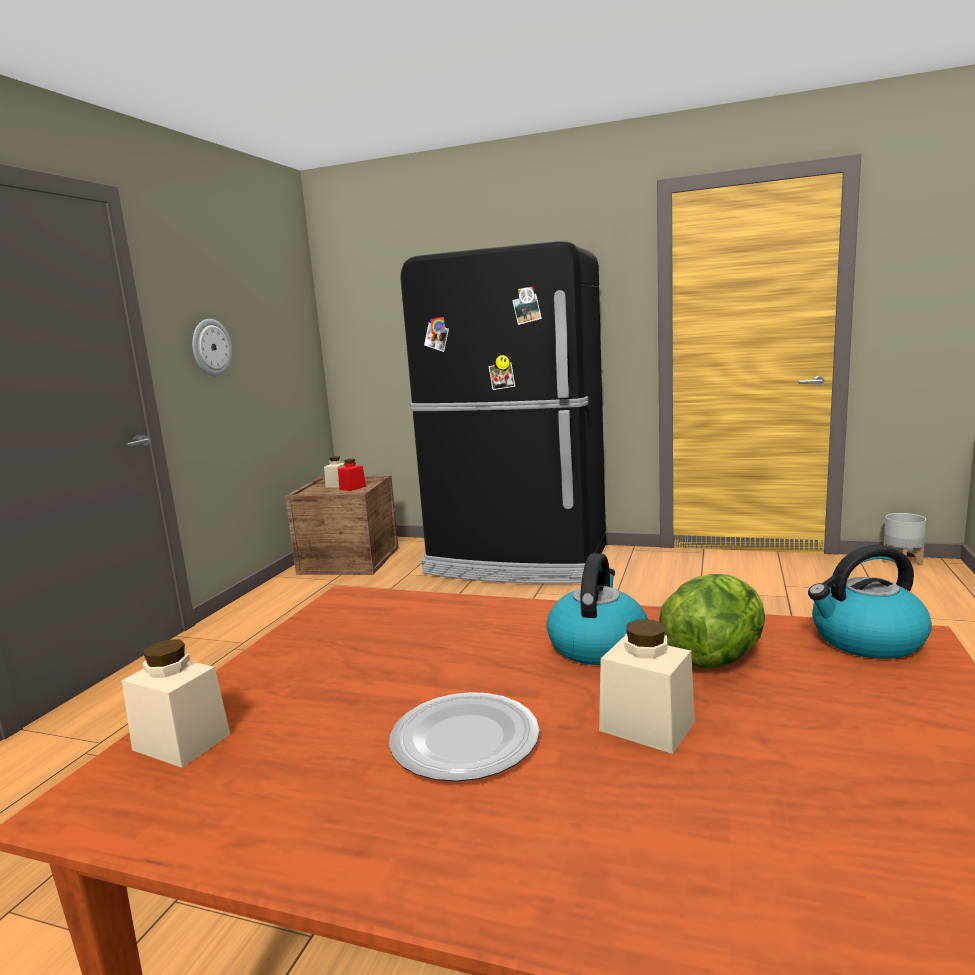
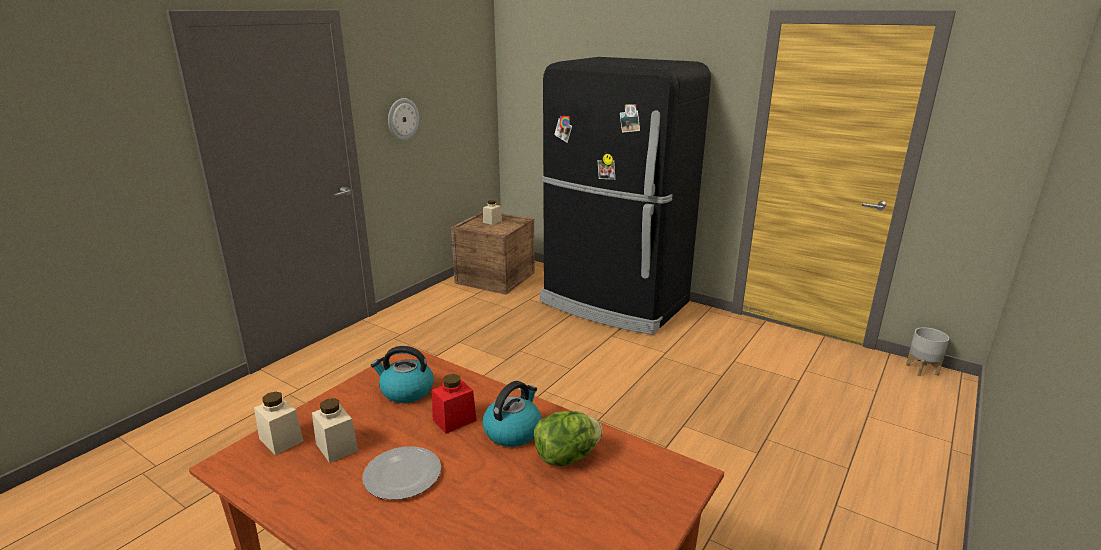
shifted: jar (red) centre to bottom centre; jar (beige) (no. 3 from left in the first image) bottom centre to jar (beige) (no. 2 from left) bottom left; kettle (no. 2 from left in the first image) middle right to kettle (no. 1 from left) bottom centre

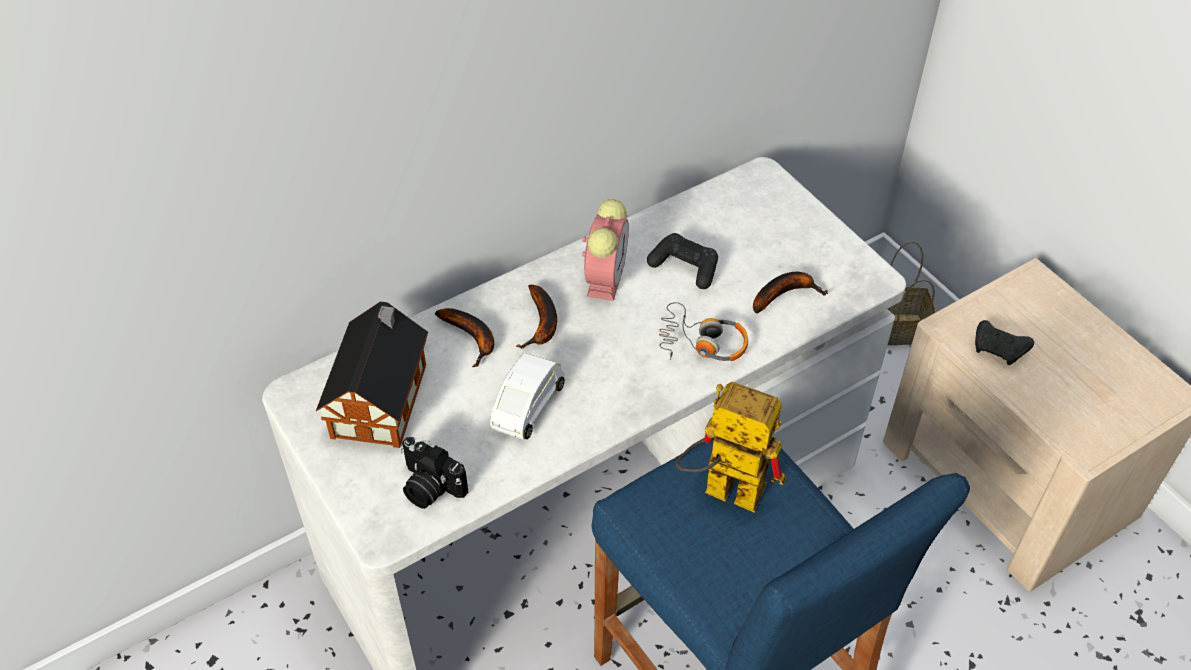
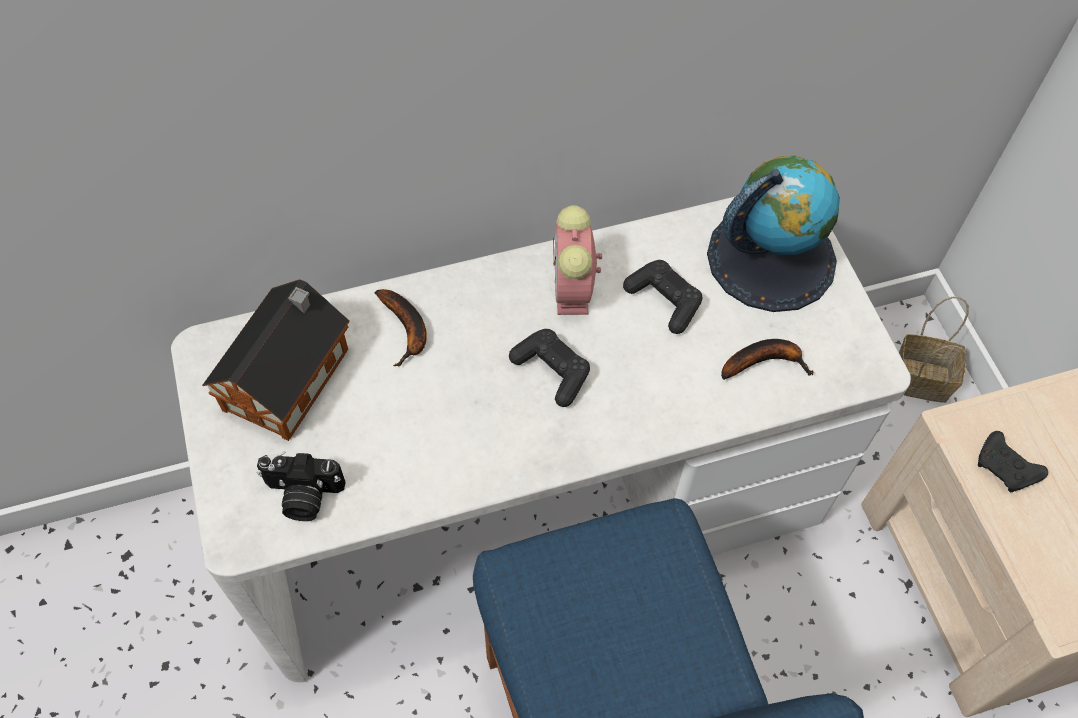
gone: toy car (white) centre; banana (no. 2 from left) centre; headphones centre; toy robot bottom centre
new: game controller (black) (no. 1 from left) centre; globe top right
rotated: photo camera bottom centre = bottom left 45 degrees counterclockwise; alarm clock centre = centre 150 degrees clockwise

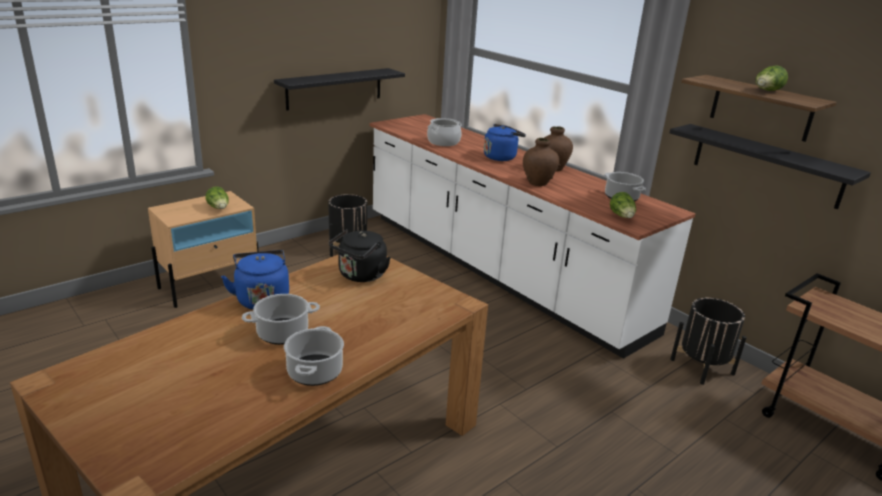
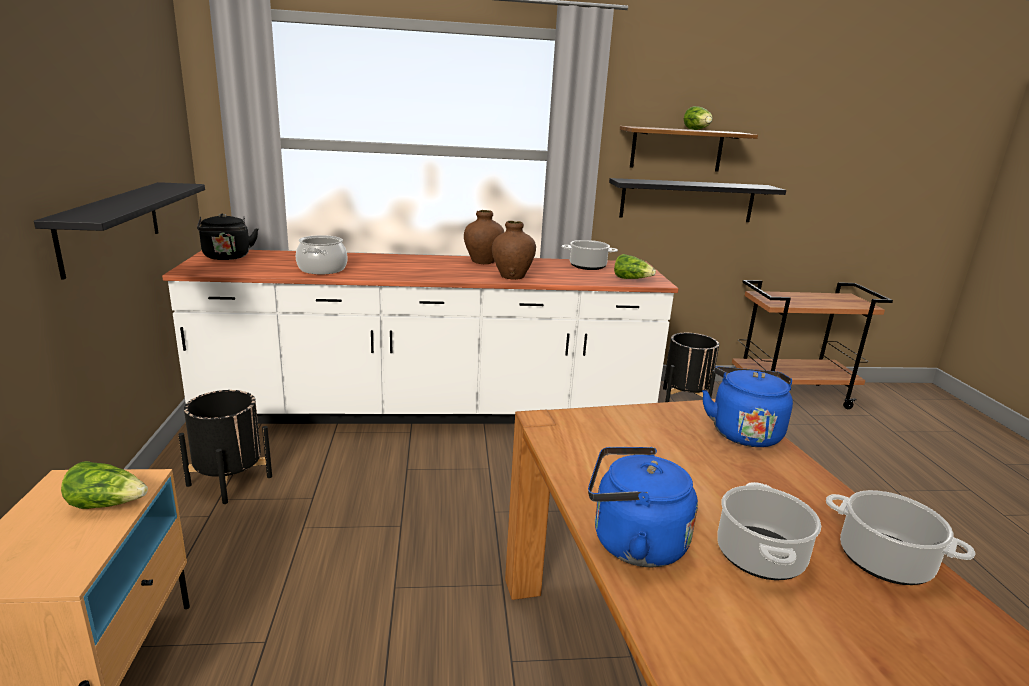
shifted: kettle (black) centre to middle left; kettle (blue) (no. 2 from left) top centre to middle right

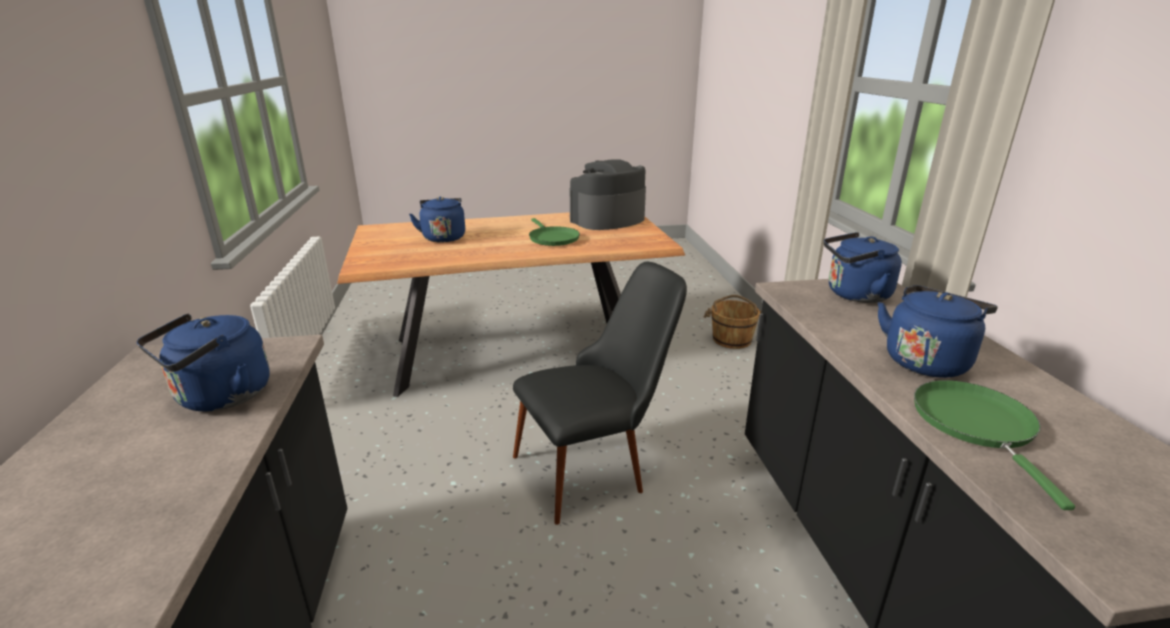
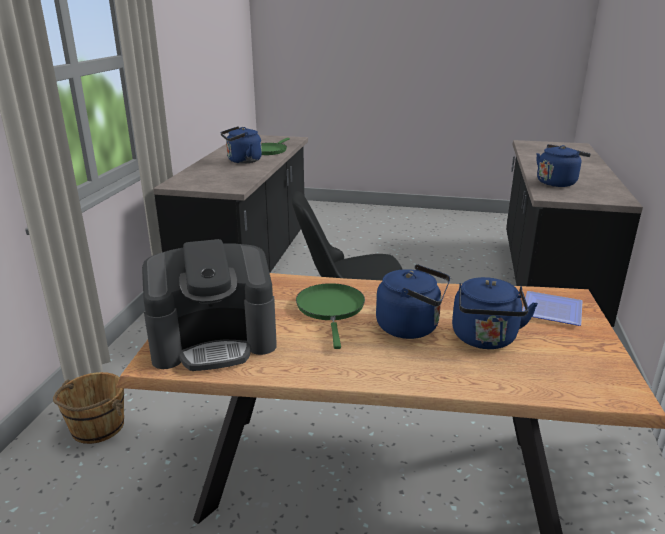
new: plate middle right
shifted: kettle (blue) (no. 3 from left in the first image) middle right to kettle (blue) (no. 2 from left) centre

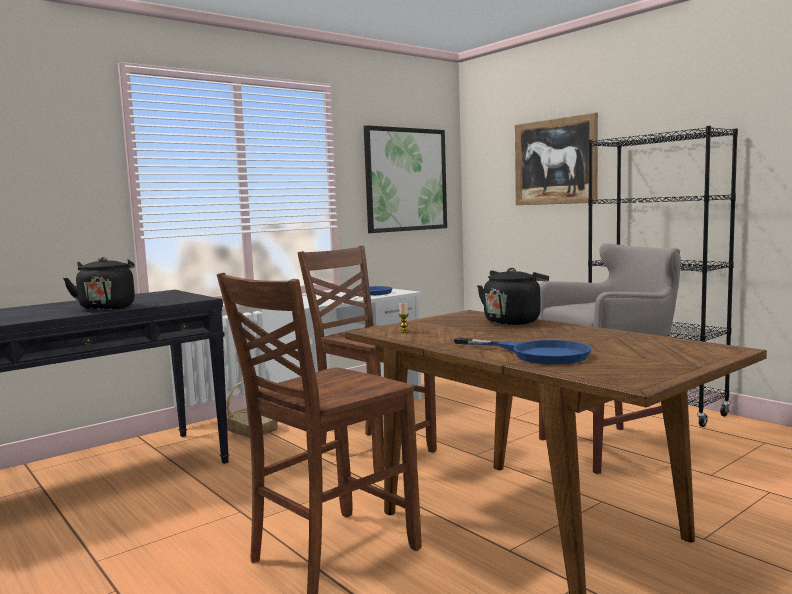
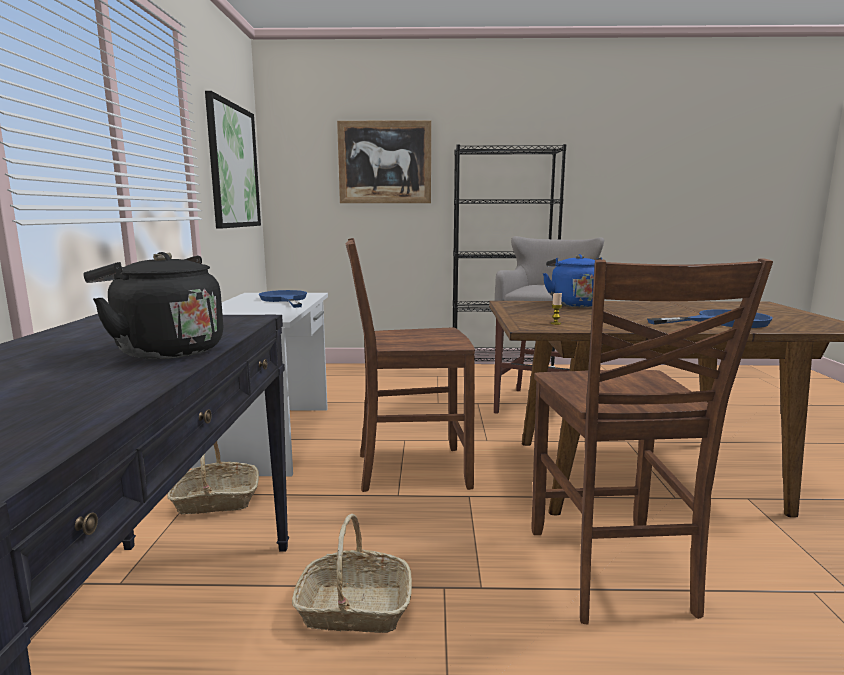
new: basket (no. 2 from left) bottom centre
repainted: kettle (black) (no. 2 from left) centre to kettle (blue) middle right

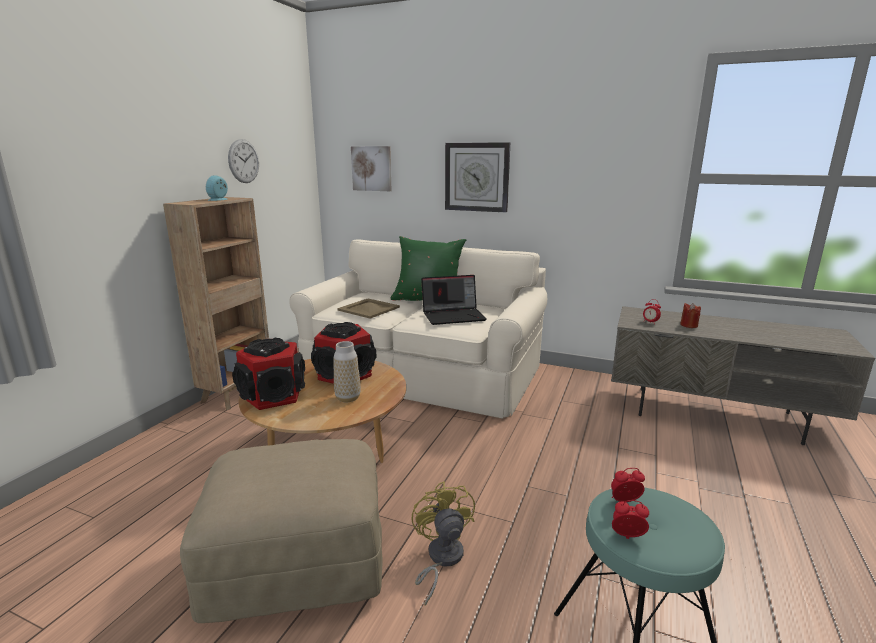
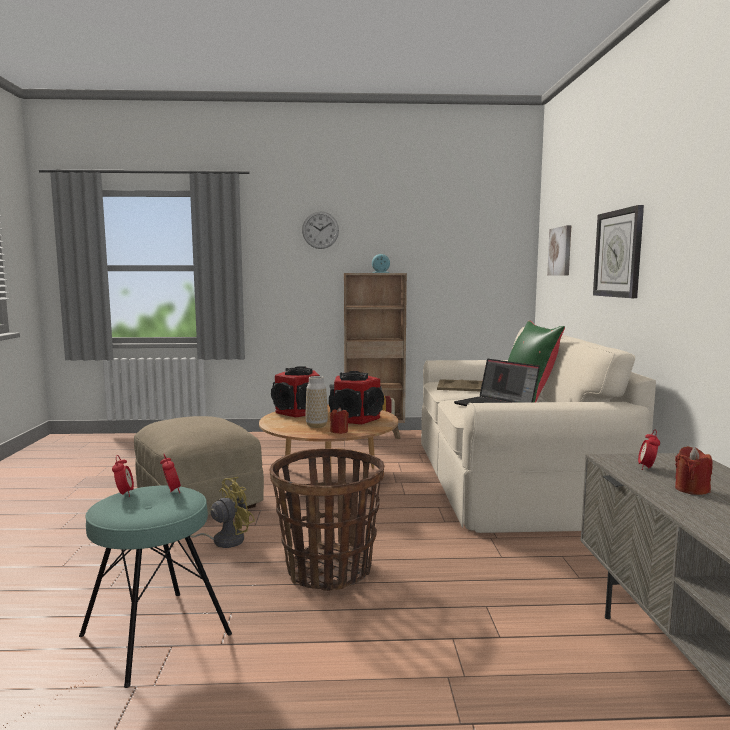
new: basket bottom centre; candle (red) (no. 1 from left) centre
shifted: wall clock (no. 1 from left) top left to top centre

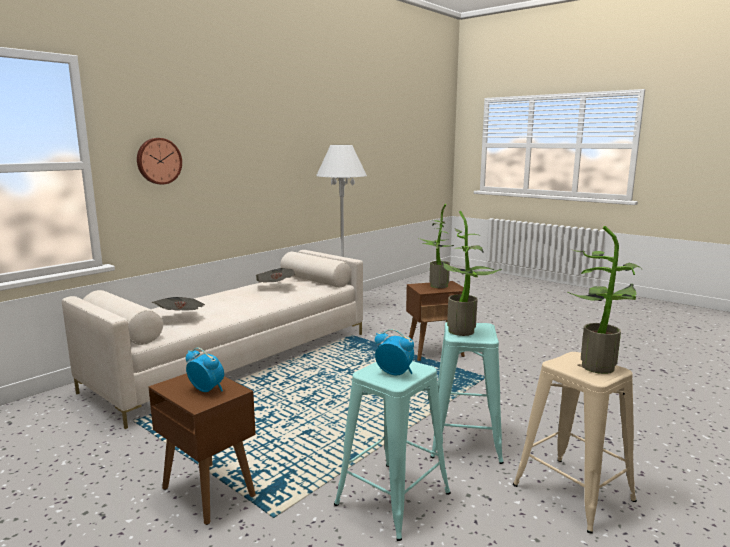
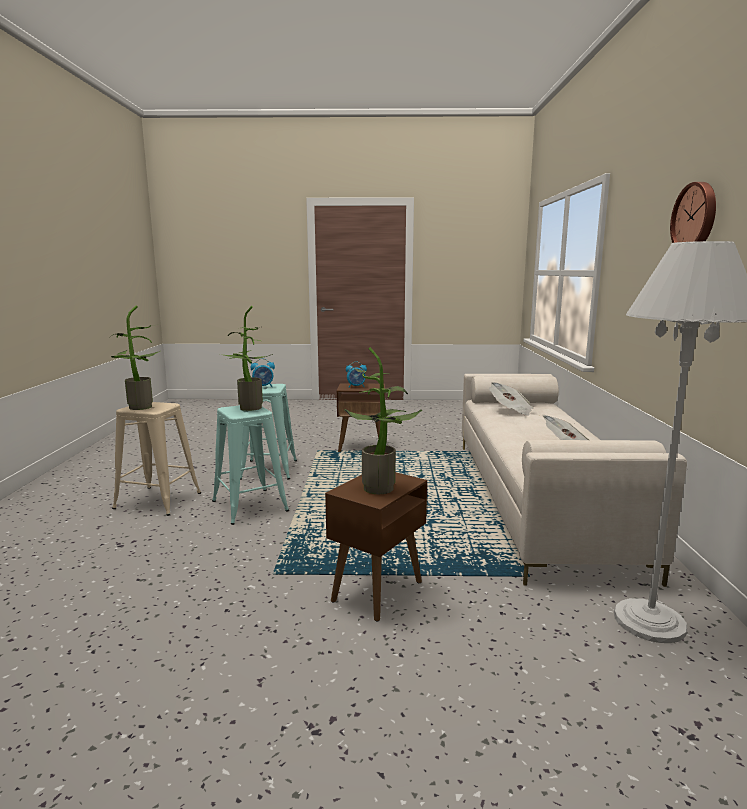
shifted: wall clock top left to top right

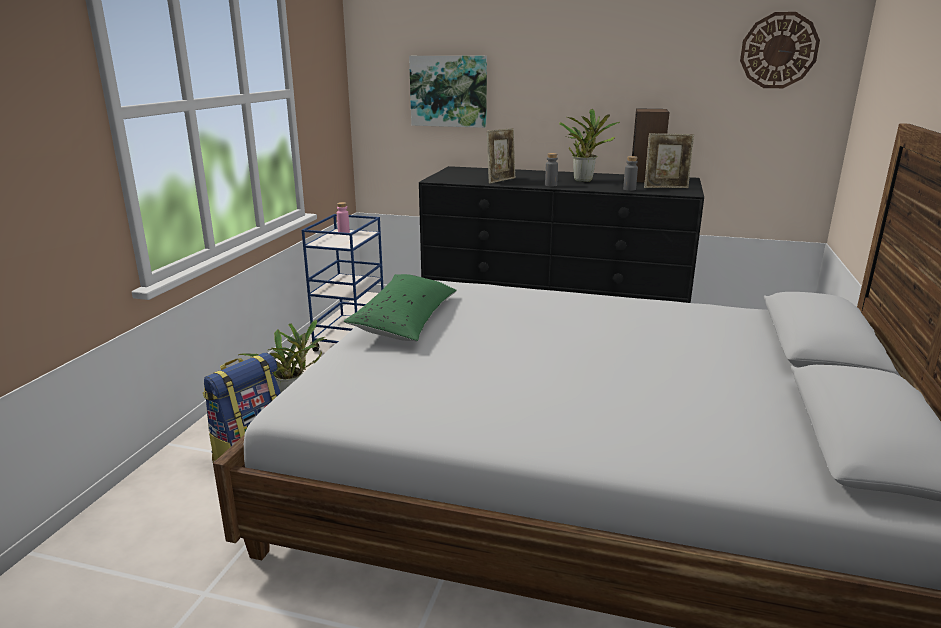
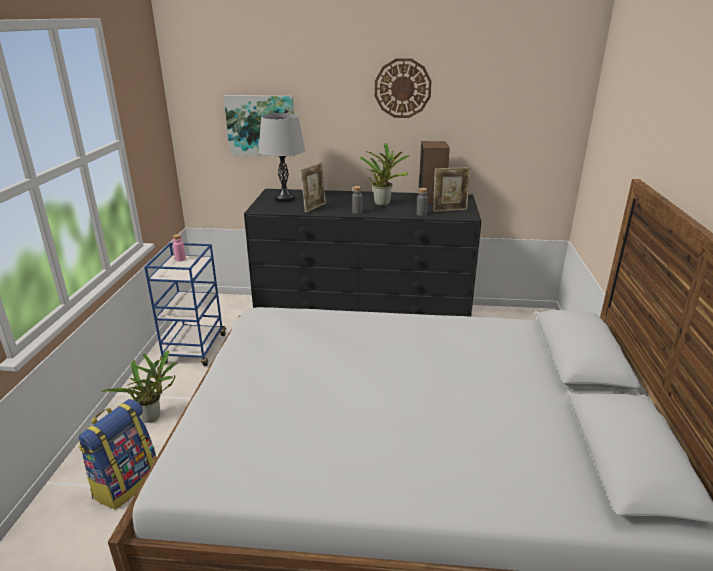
gone: pillow (green) centre
new: table lamp (grey) top centre
shifted: wall clock top right to top centre

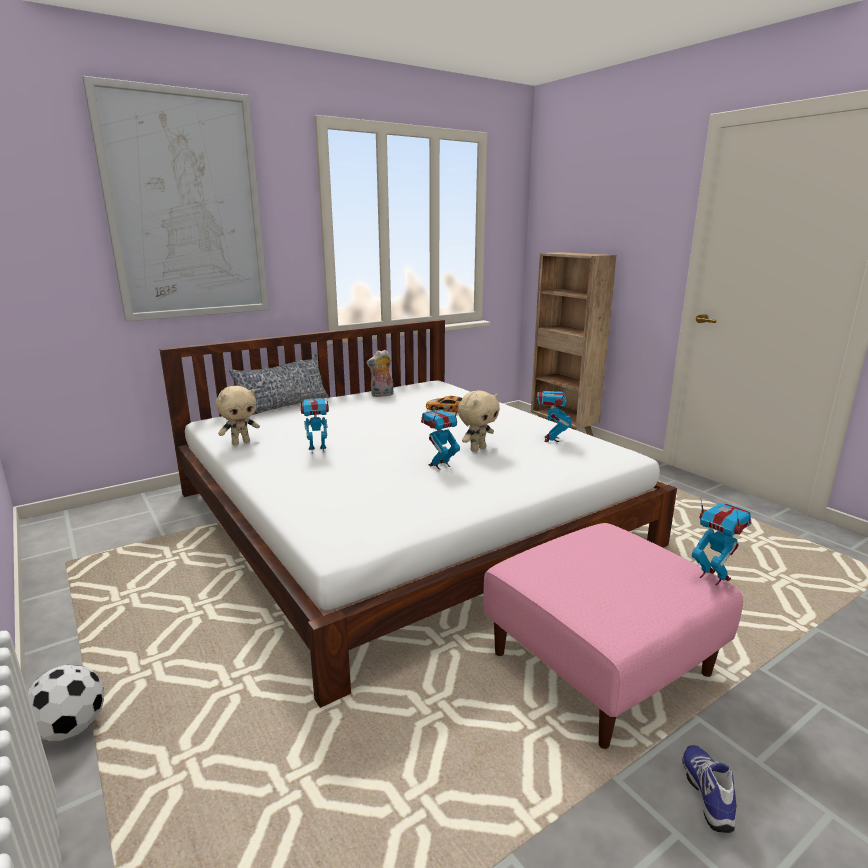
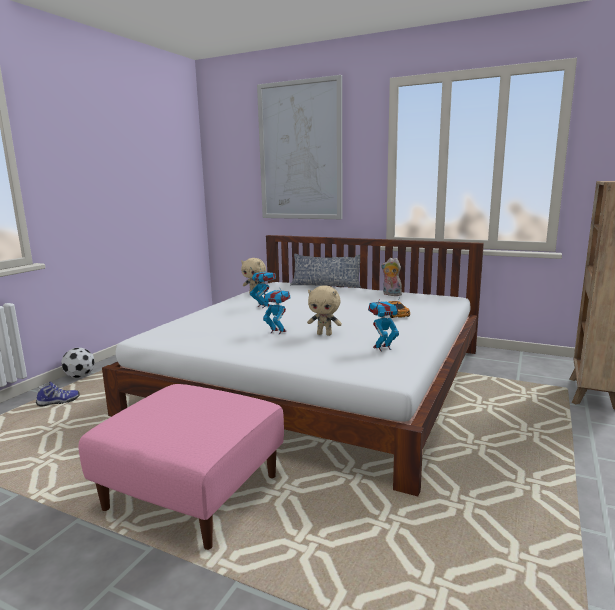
gone: toy robot (no. 4 from left) middle right
shifted: shoe bottom right to middle left

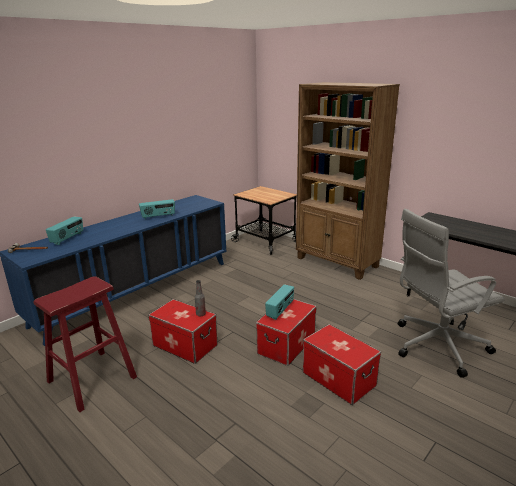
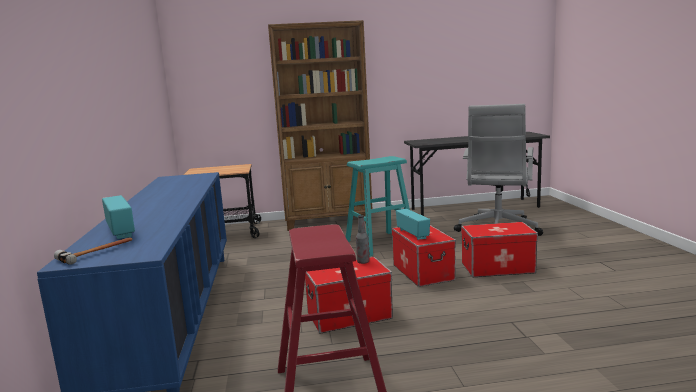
gone: radio (no. 2 from left) middle left
new: stool (turquoise) centre

